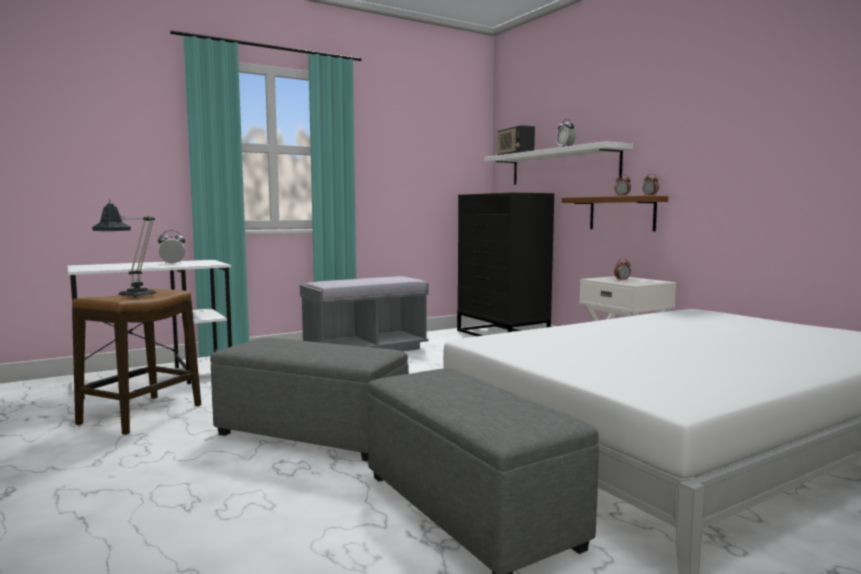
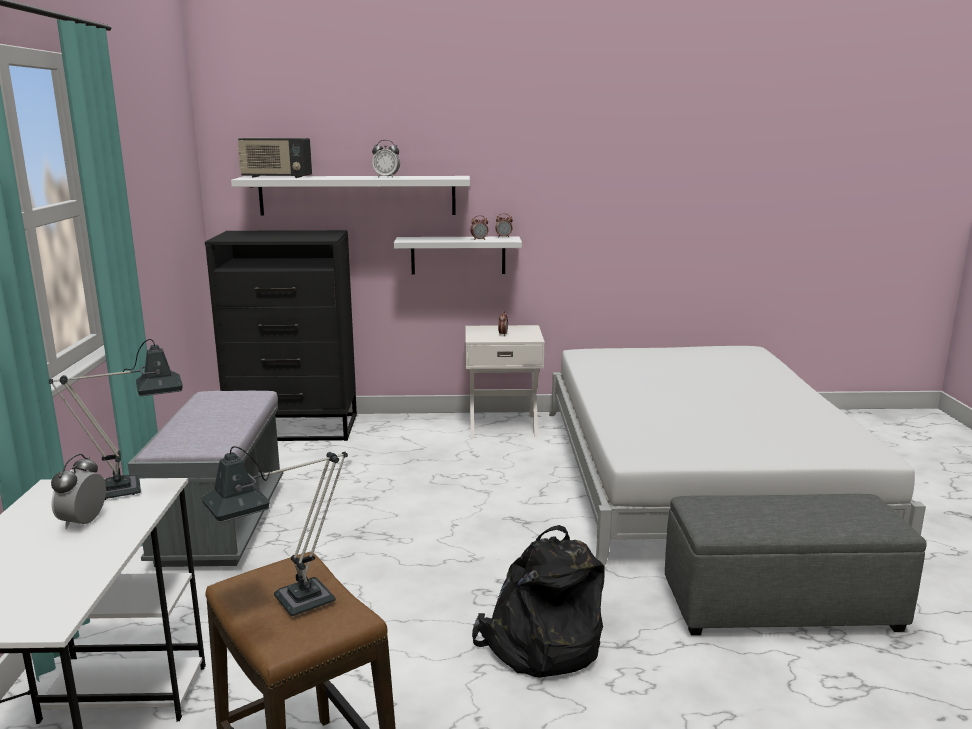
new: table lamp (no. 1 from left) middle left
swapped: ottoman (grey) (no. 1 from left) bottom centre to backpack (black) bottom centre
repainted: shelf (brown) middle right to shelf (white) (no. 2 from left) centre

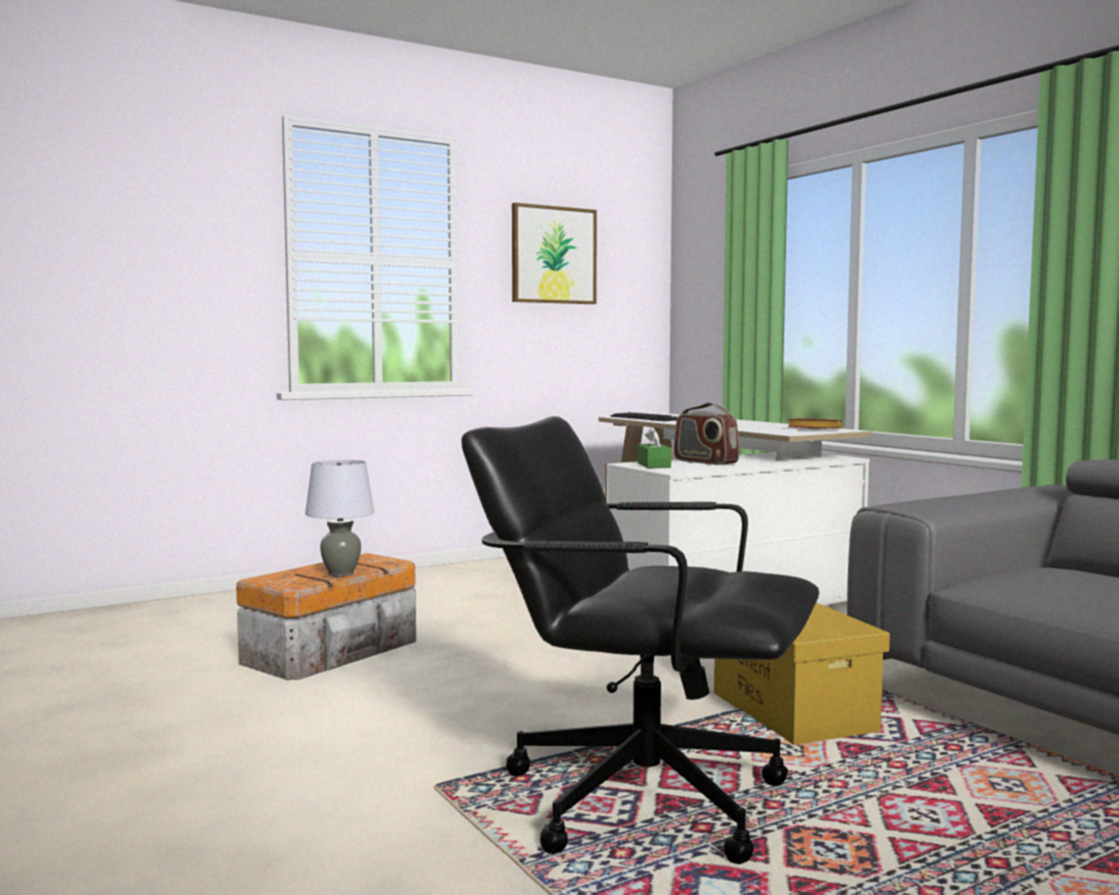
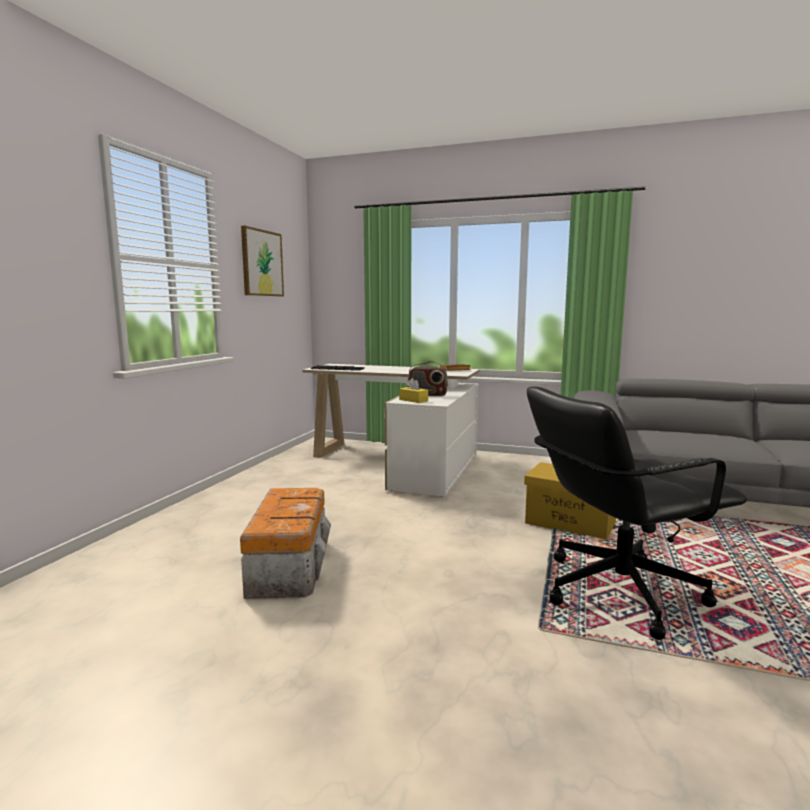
gone: table lamp (grey) middle left
repainted: tissue box (green) centre to tissue box (yellow) centre

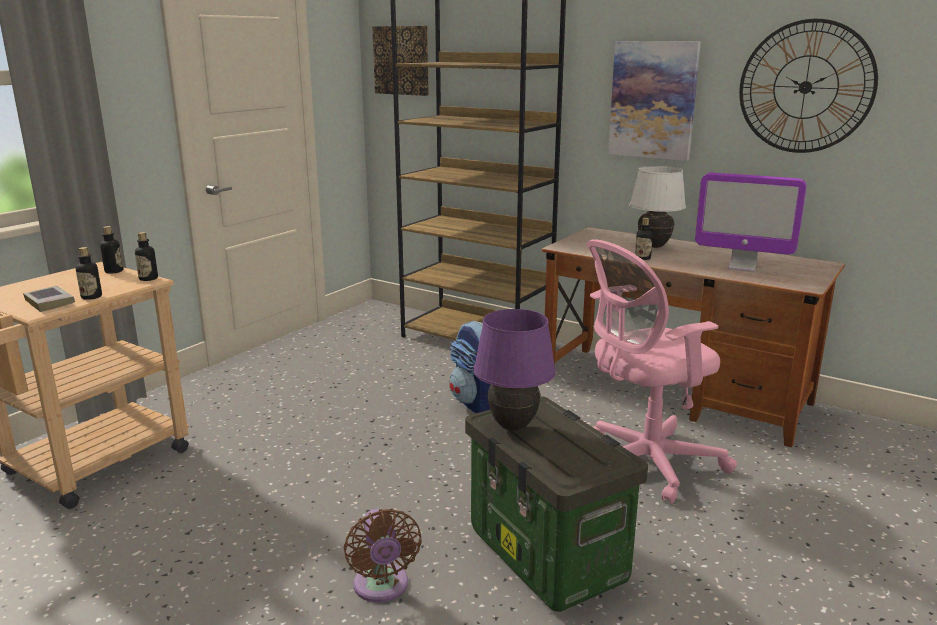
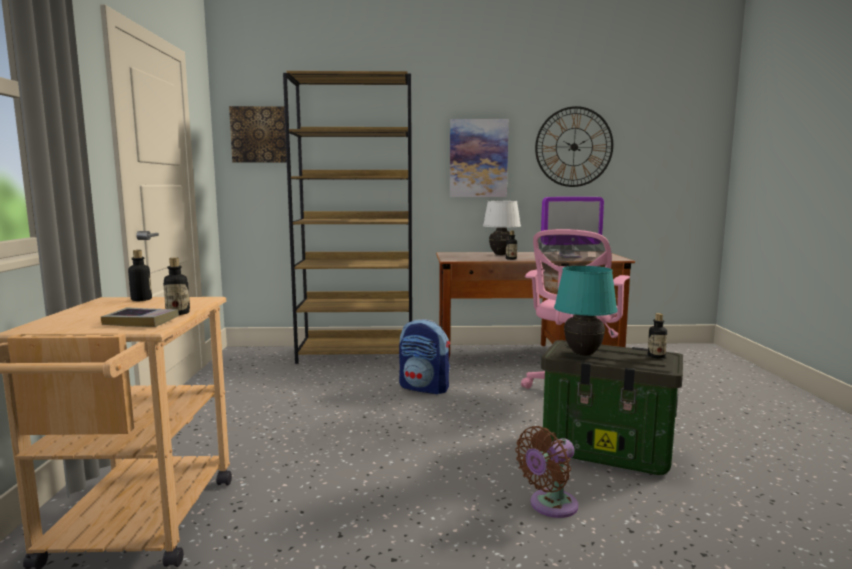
shifted: bottle (no. 3 from left in the first image) middle left to bottle (no. 4 from left) middle right
repainted: table lamp (purple) centre to table lamp (turquoise) middle right
rotated: fan (brown) bottom centre = bottom centre 105 degrees clockwise

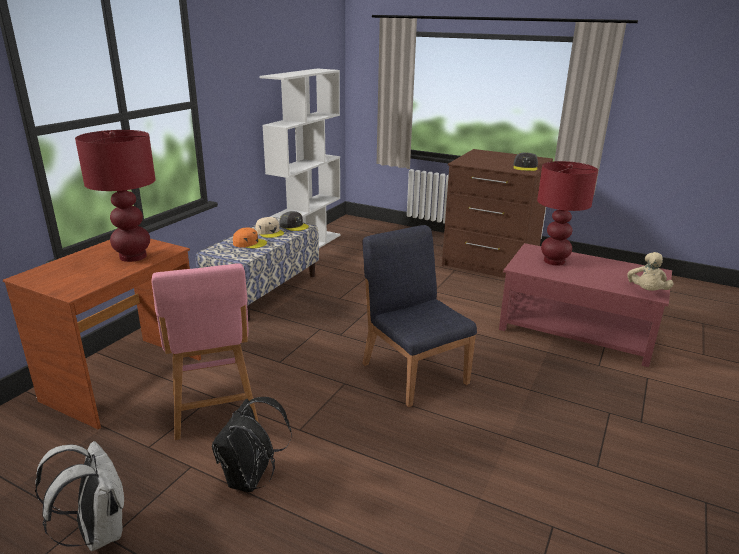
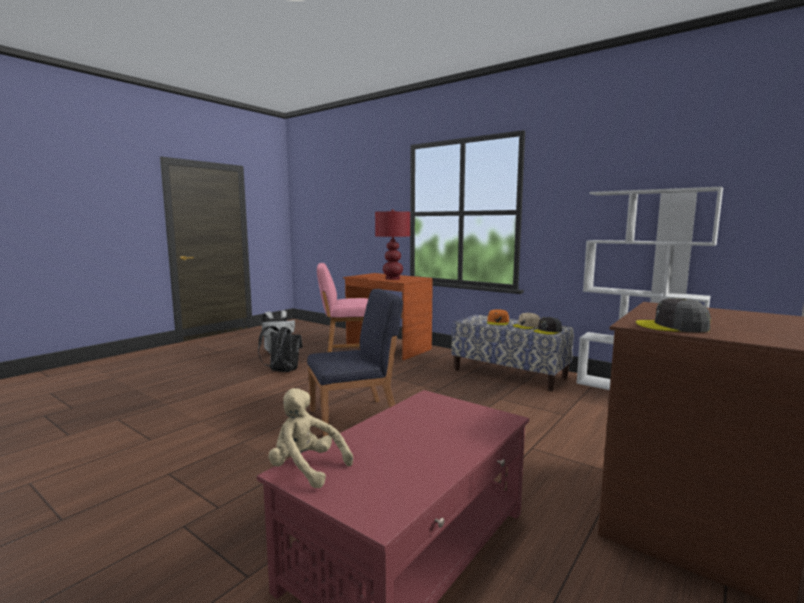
gone: table lamp (red) (no. 2 from left) middle right

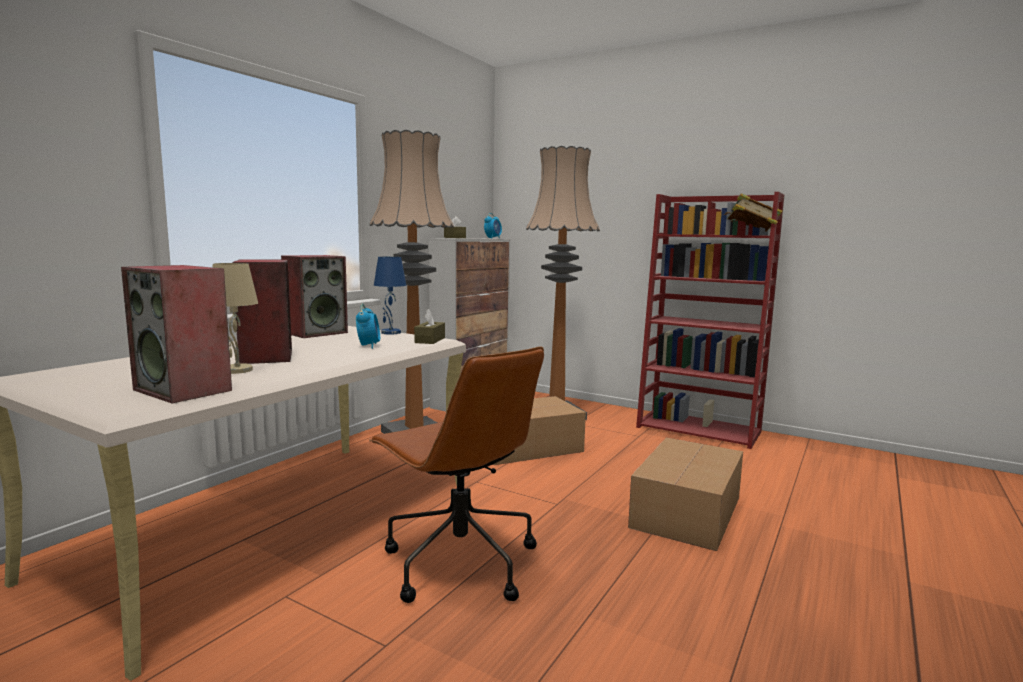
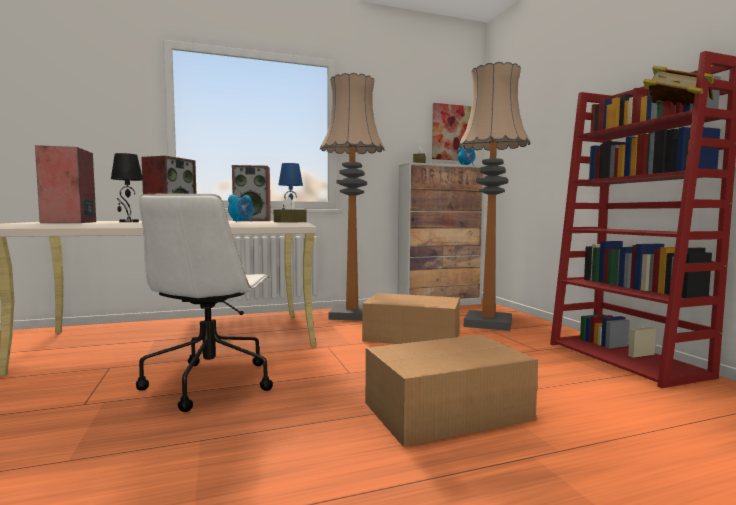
new: picture top centre
repainted: table lamp (beige) middle left to table lamp (black) middle left; office chair (brown) bottom centre to office chair (white) middle left

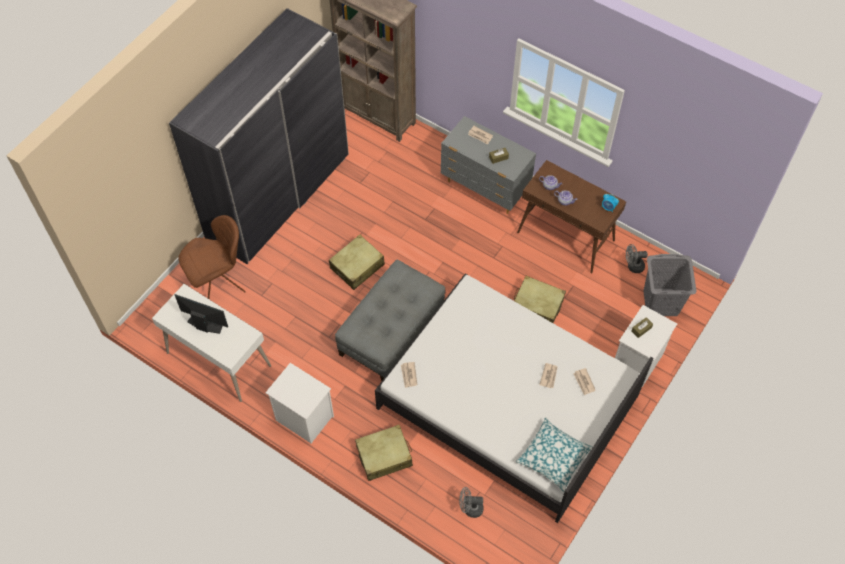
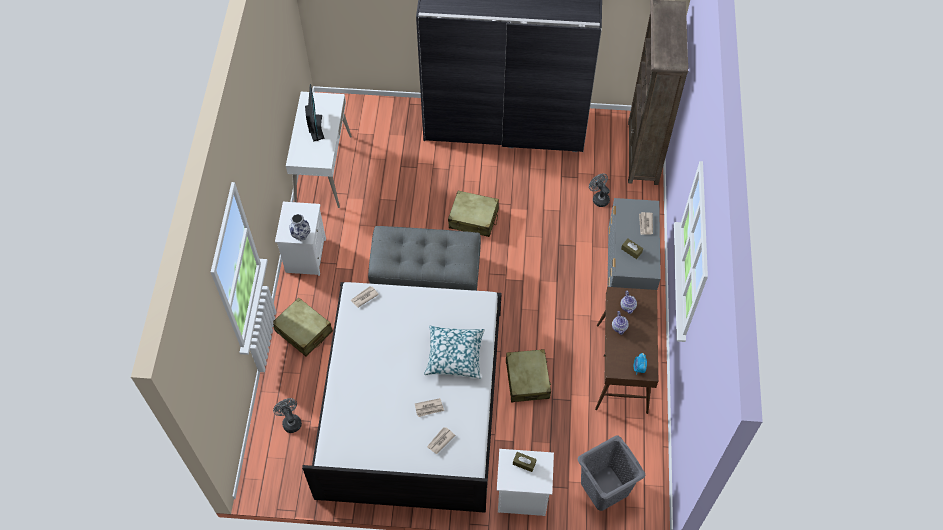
gone: chair (brown) middle left
new: vase middle left
shifted: pillow bottom centre to centre; fan (grey) (no. 2 from left) middle right to centre

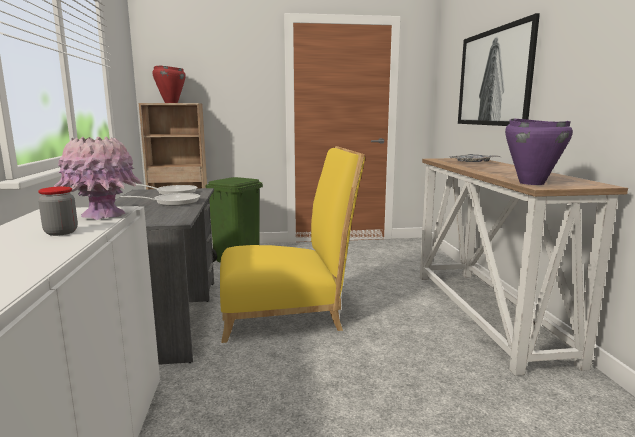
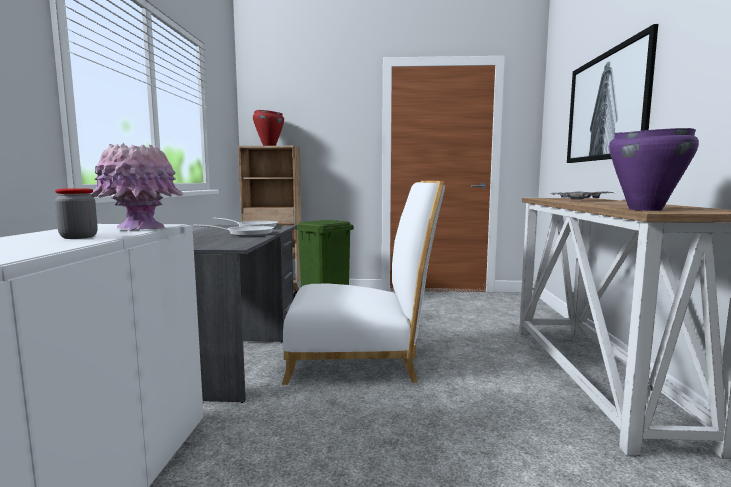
repainted: chair (yellow) centre to chair (white) centre

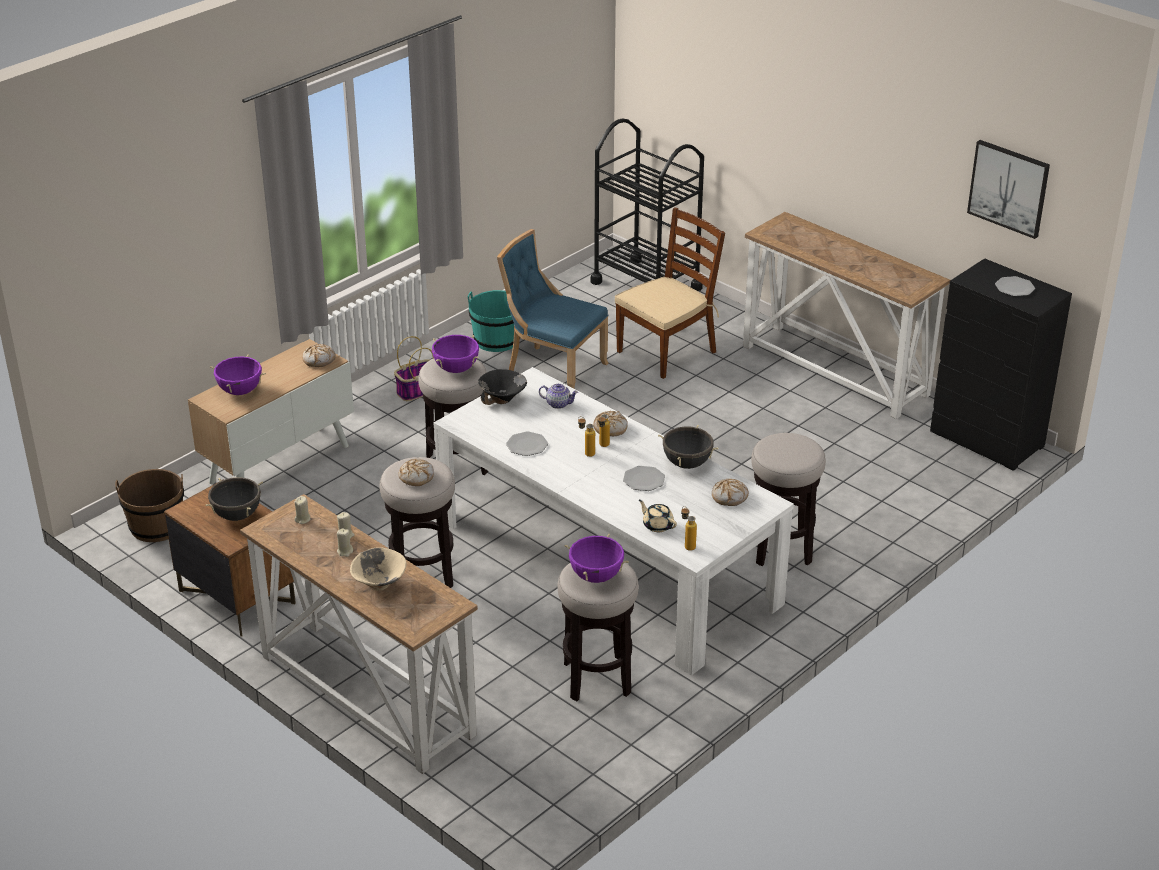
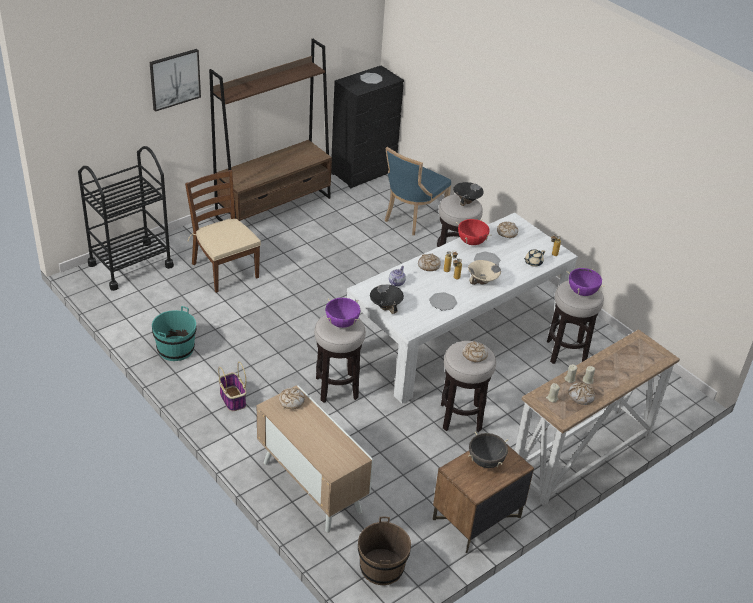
gone: cooking pot (purple) (no. 1 from left) middle left
new: bowl (black) (no. 2 from left) top centre; bread (no. 5 from left) middle right
shifted: bowl (beige) middle left to centre; chair (blue) centre to top centre; picture top right to top left
swapped: console table (no. 2 from left) middle right to bookcase (brown) top centre
repainted: cooking pot (black) (no. 2 from left) centre to cooking pot (red) centre

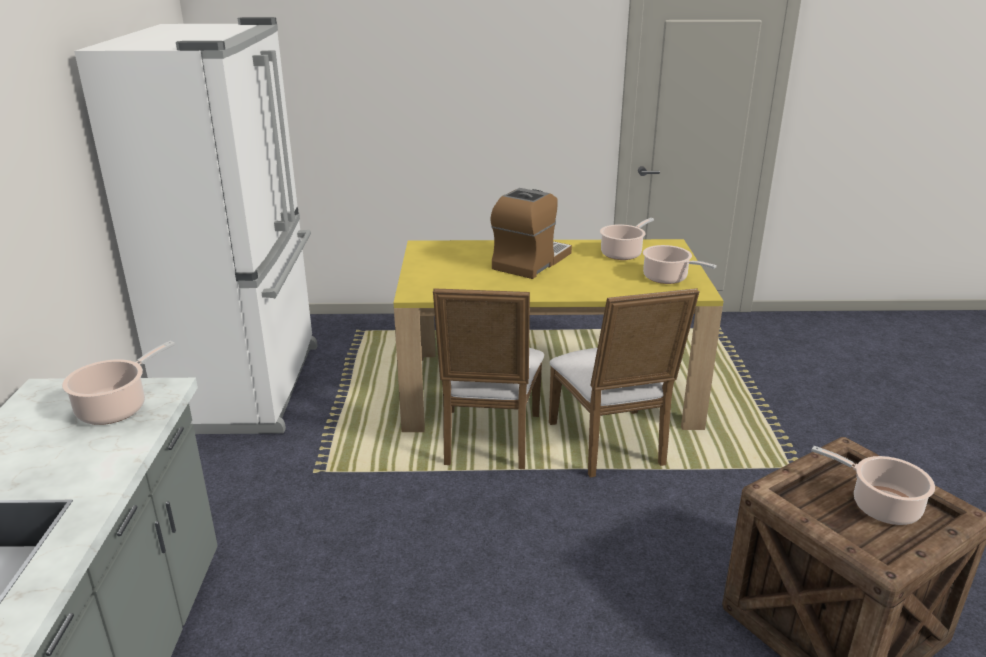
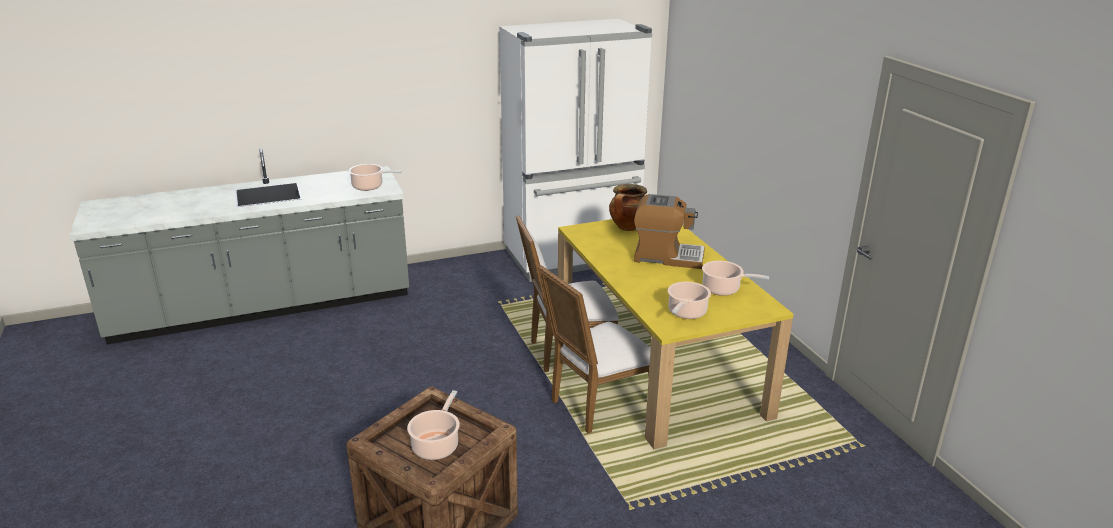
new: cooking pot (no. 3 from left) centre

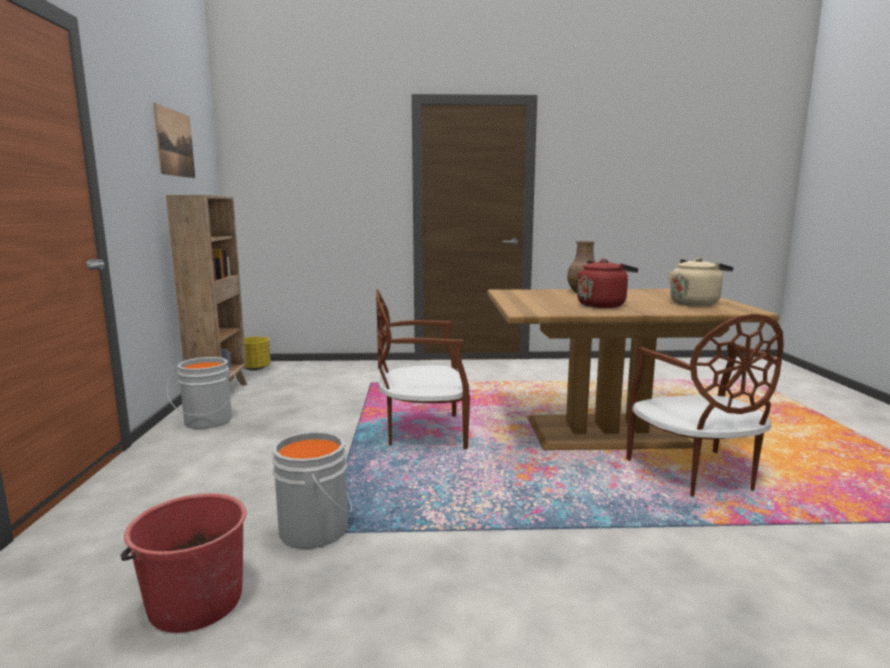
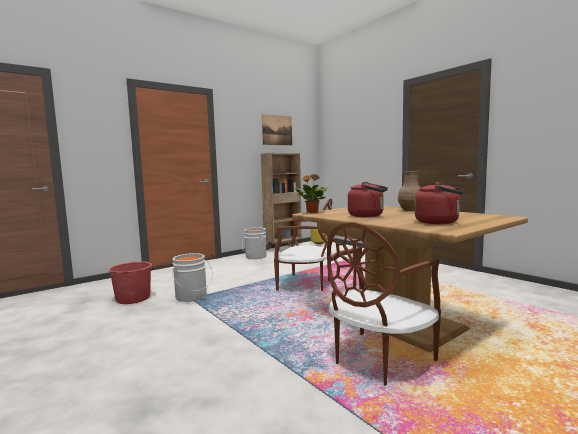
new: potted plant centre
repainted: kettle (beige) middle right to kettle (red) (no. 2 from left) middle right
rotated: chair (brown) (no. 1 from left) centre = centre 150 degrees clockwise

